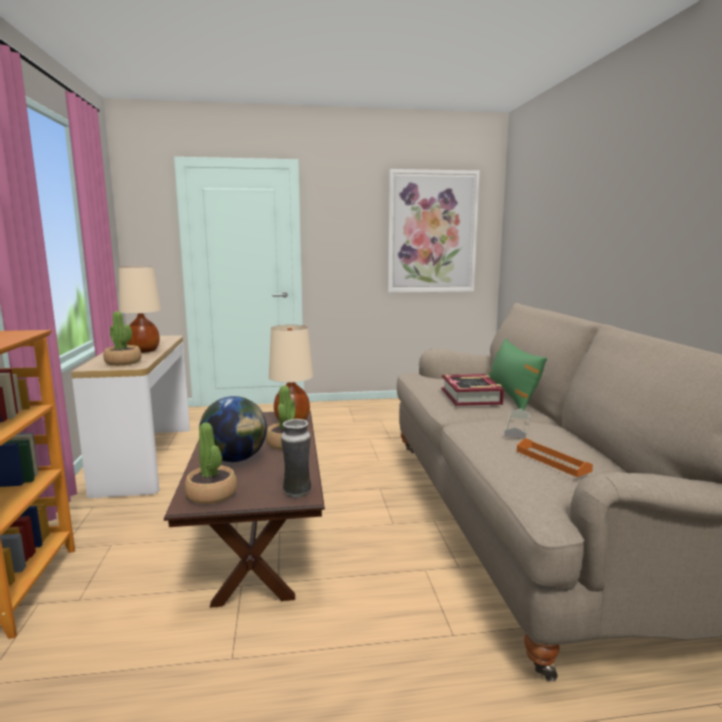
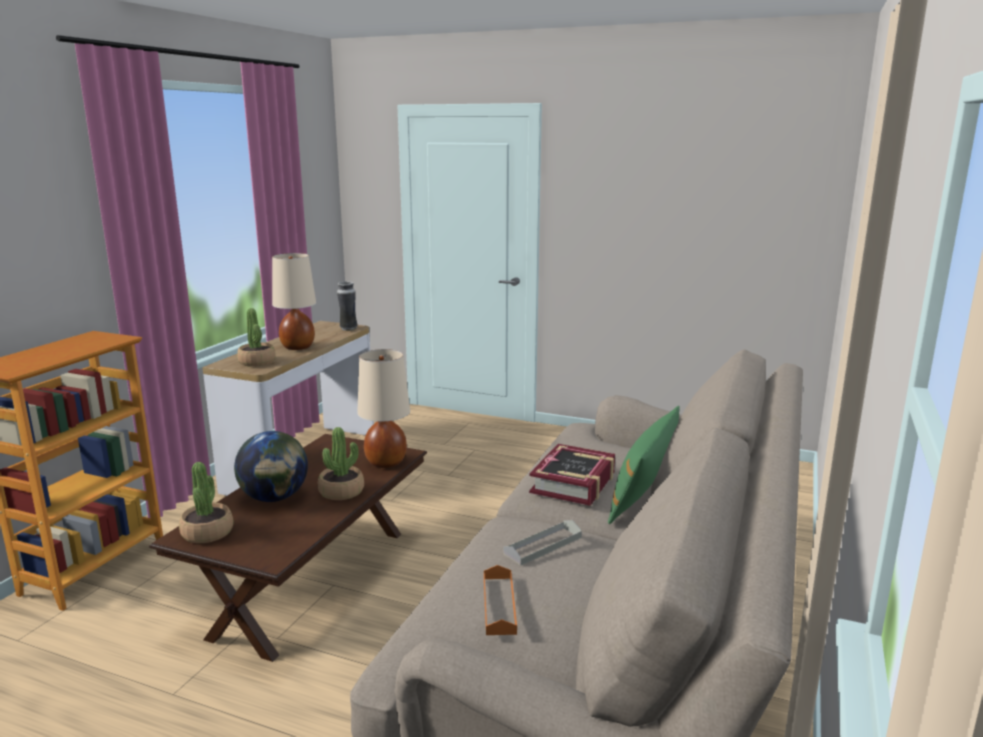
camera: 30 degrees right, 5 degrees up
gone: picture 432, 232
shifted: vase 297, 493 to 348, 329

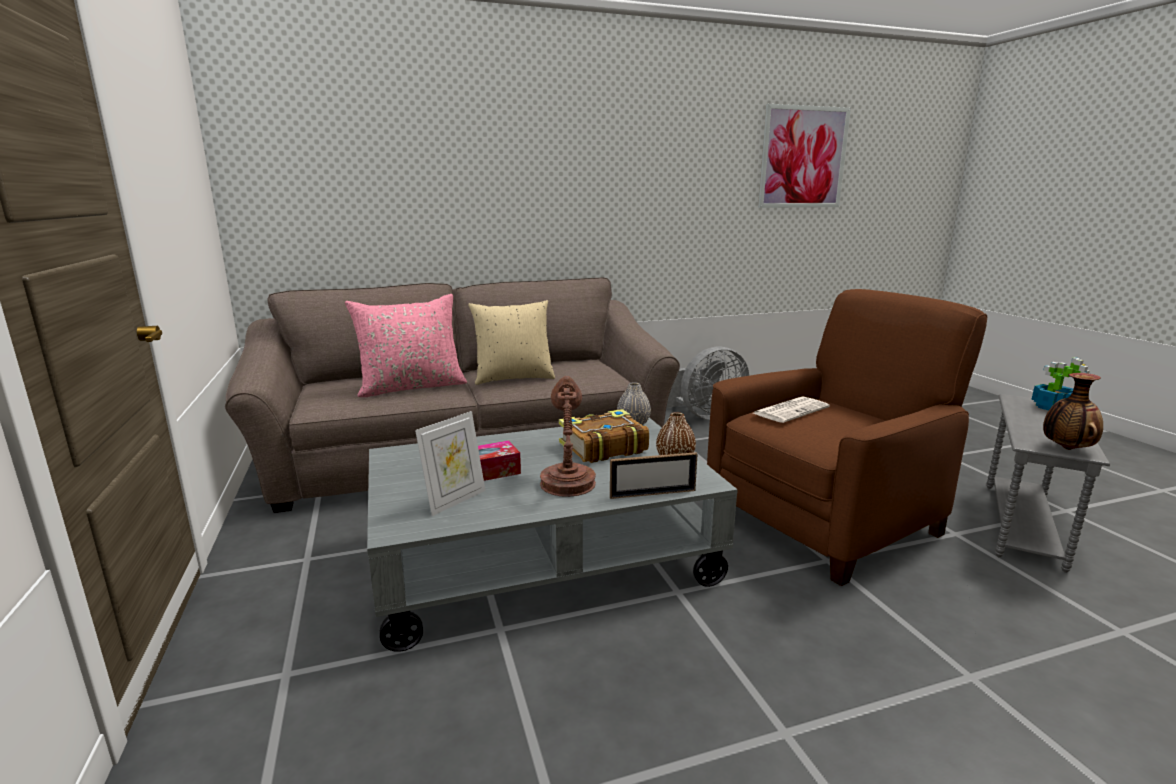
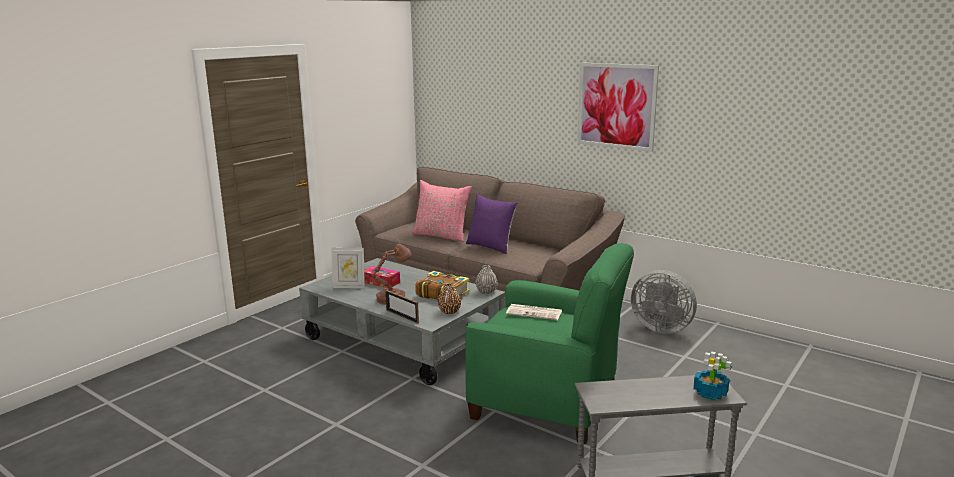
camera: 55 degrees right, 0 degrees up
gone: vase 1066, 449
shifted: picture 803, 157 to 616, 106
repainted: throw pillow (beige-coloured) 513, 378 to throw pillow (purplish) 491, 247; easy chair (brownish) 824, 520 to easy chair (greenish) 547, 401

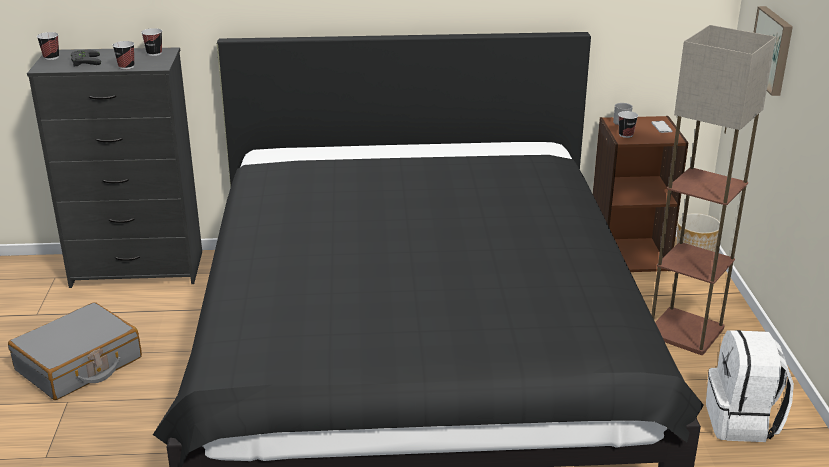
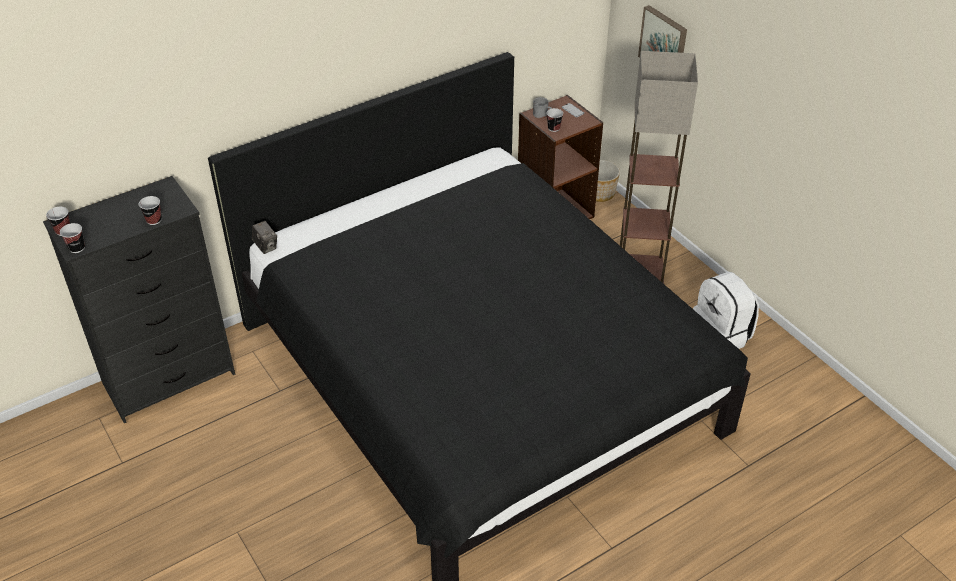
camera: 30 degrees left, 15 degrees up
gone: travel case (greyish) 79, 365; gamepad (black) 83, 61
new: photo camera 266, 246
shifted: cup 154, 53 to 77, 248

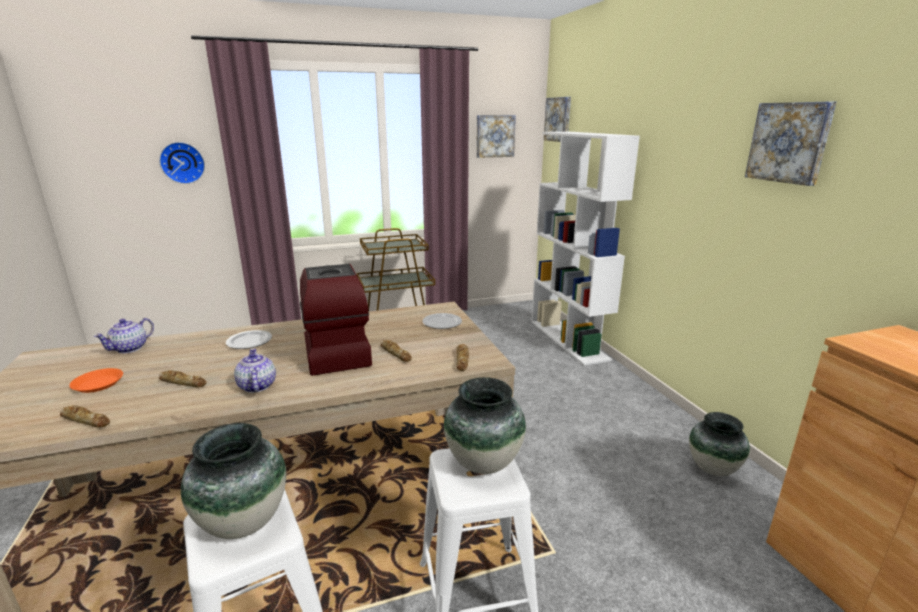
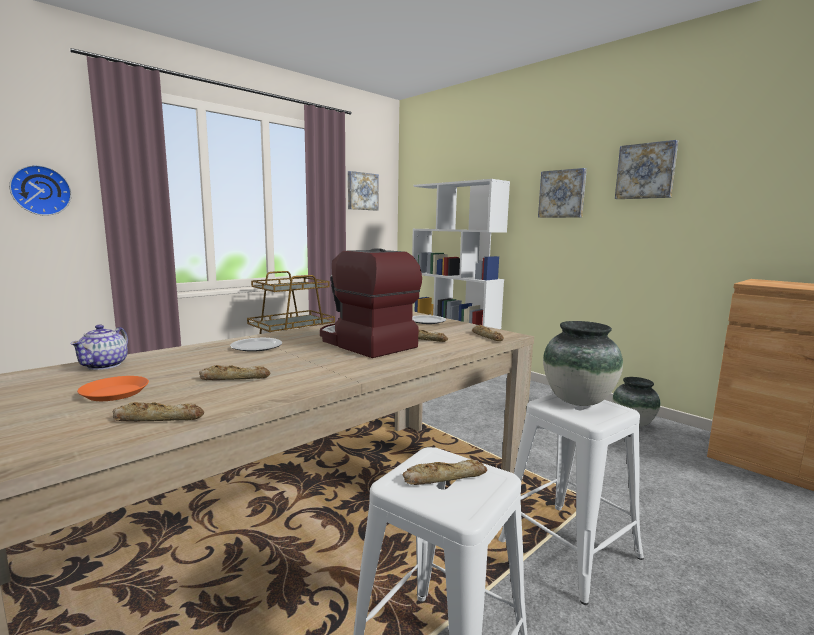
camera: 25 degrees left, 10 degrees down
gone: teapot 256, 386
shifted: picture 558, 119 to 562, 194
swapped: vase 243, 522 to baked bread 444, 477

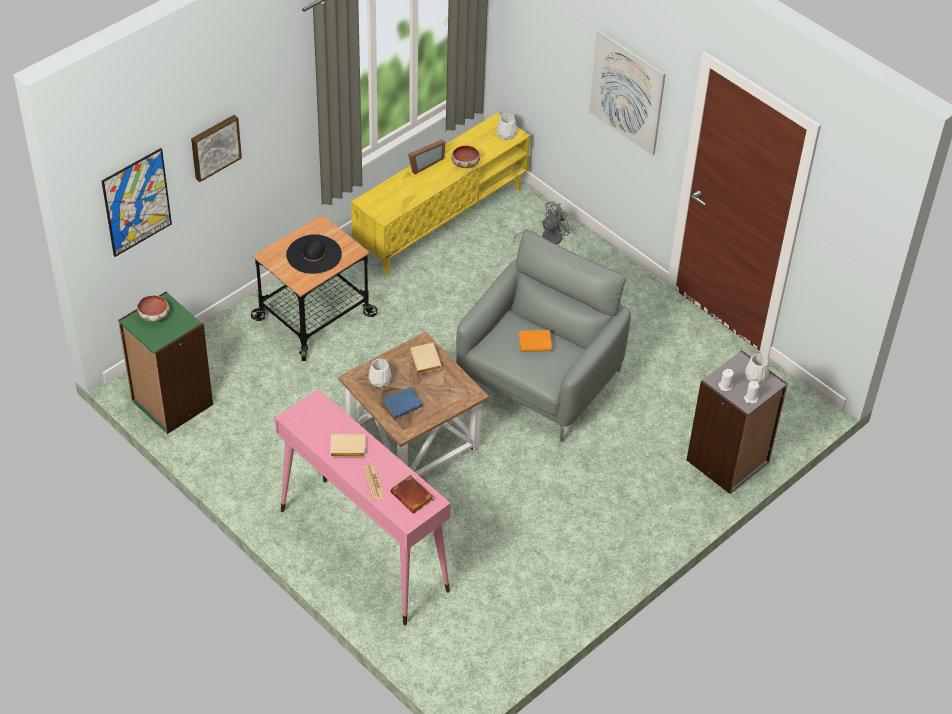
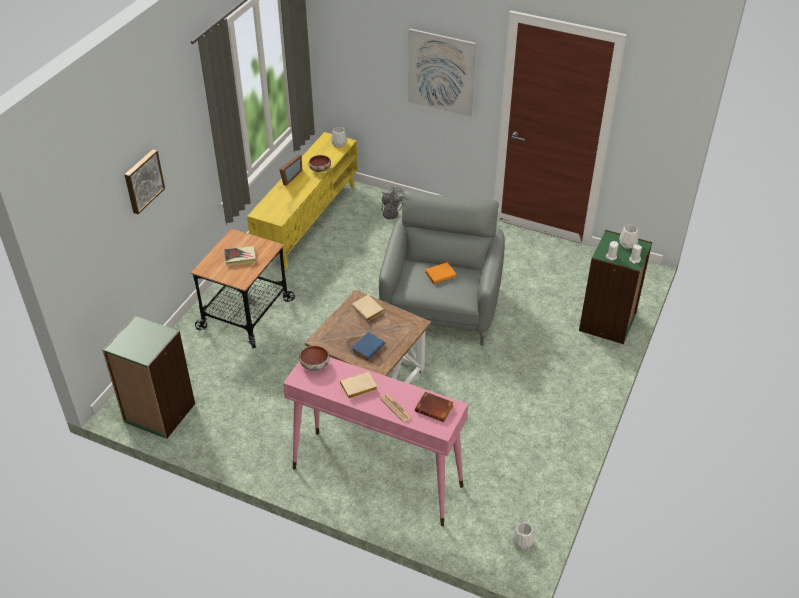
camera: 20 degrees left, 5 degrees down
gone: picture 137, 202
shifted: deep dish 155, 315 to 315, 365; vase (whitish) 379, 380 to 521, 541
swapped: wearable hat (black) 314, 254 to book 240, 258
repainted: shelving unit (greyish) 728, 462 to shelving unit (greenish) 608, 322
rotated: fan (greyish) 546, 237 = 390, 212 105 degrees clockwise

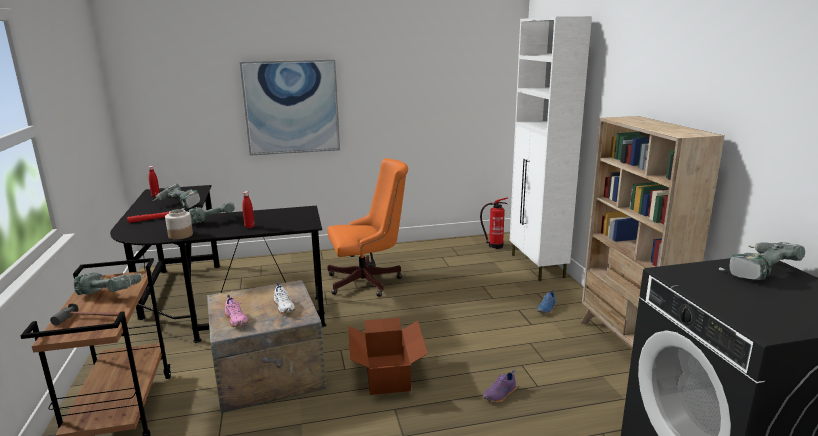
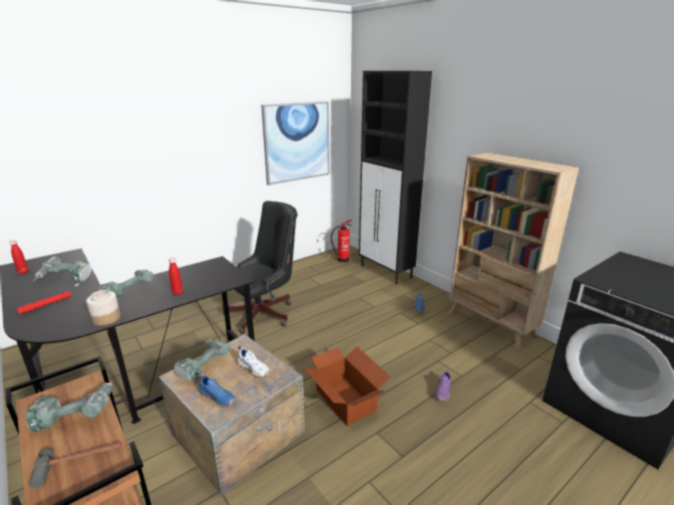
camera: 25 degrees left, 5 degrees up
shifted: picture 292, 107 to 297, 142; electric drill 756, 271 to 202, 366
repainted: item of footwear (pinkish) 237, 320 to item of footwear (bluish) 217, 397; desk chair (orange-coloured) 369, 281 to desk chair (black) 264, 313; storage cabinet (whitish) 537, 266 to storage cabinet (black) 386, 272

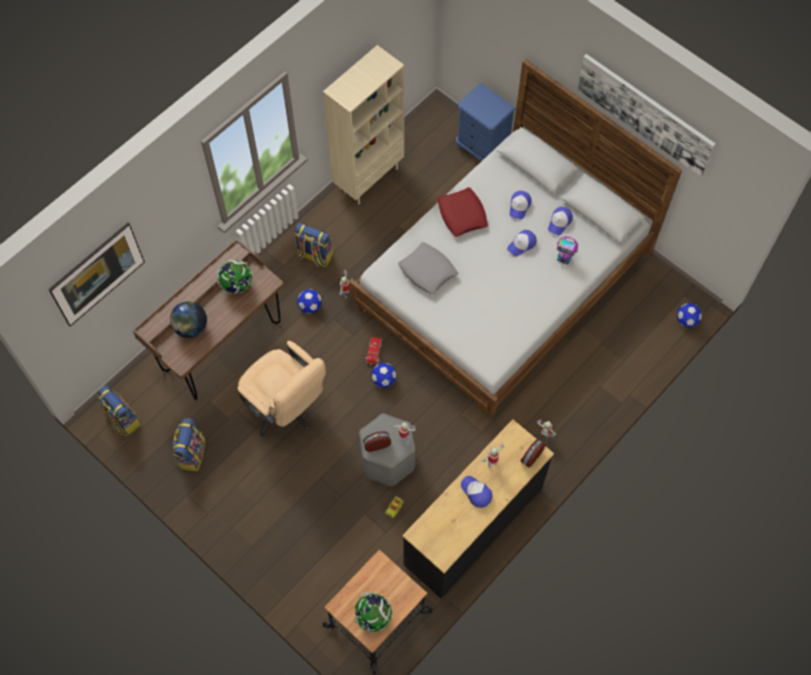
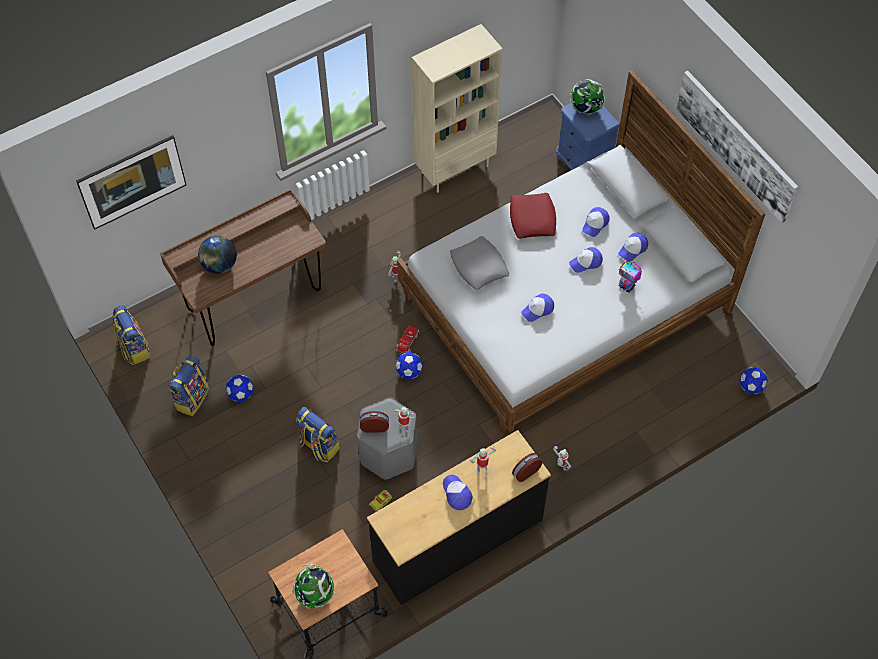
camera: 15 degrees right, 5 degrees down
gone: desk chair (beige-coloured) 286, 409
new: peaked cap 538, 309
shifted: world globe 236, 285 to 585, 108; backpack 314, 255 to 318, 446; ball for football 310, 306 to 241, 394

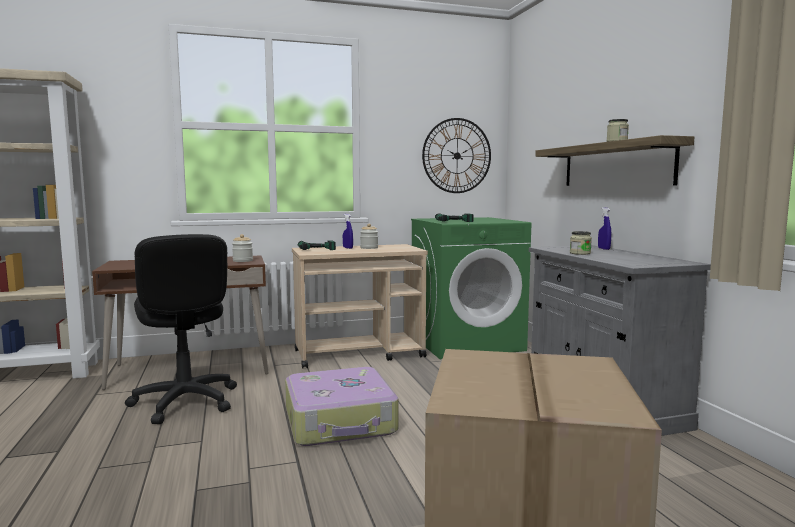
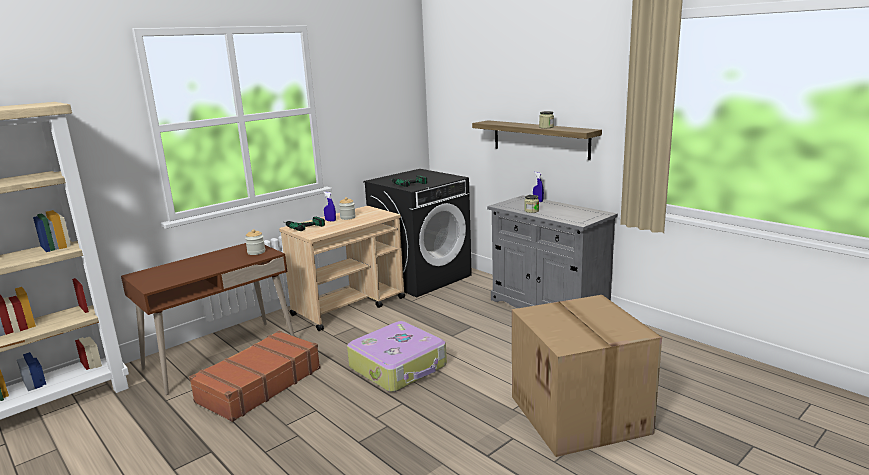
camera: 25 degrees left, 10 degrees up
gone: clock on the wall 457, 156
swapped: desk chair (black) 185, 402 to travel case (brownish) 259, 385
repainted: laundry appliance (greenish) 466, 343 to laundry appliance (black) 422, 277

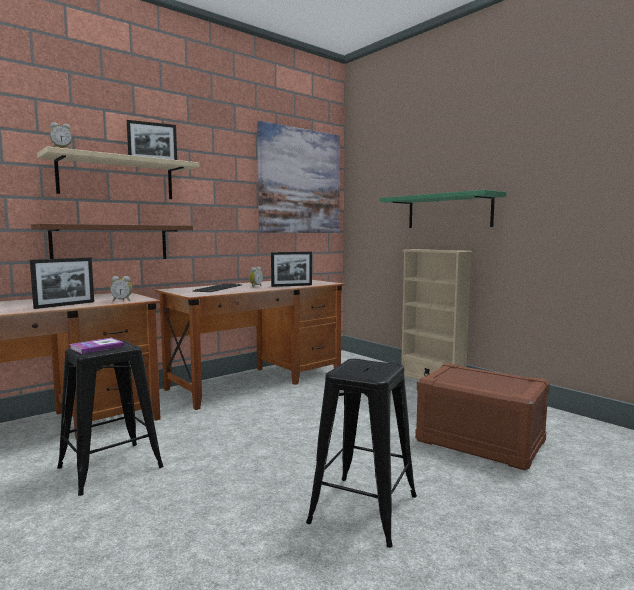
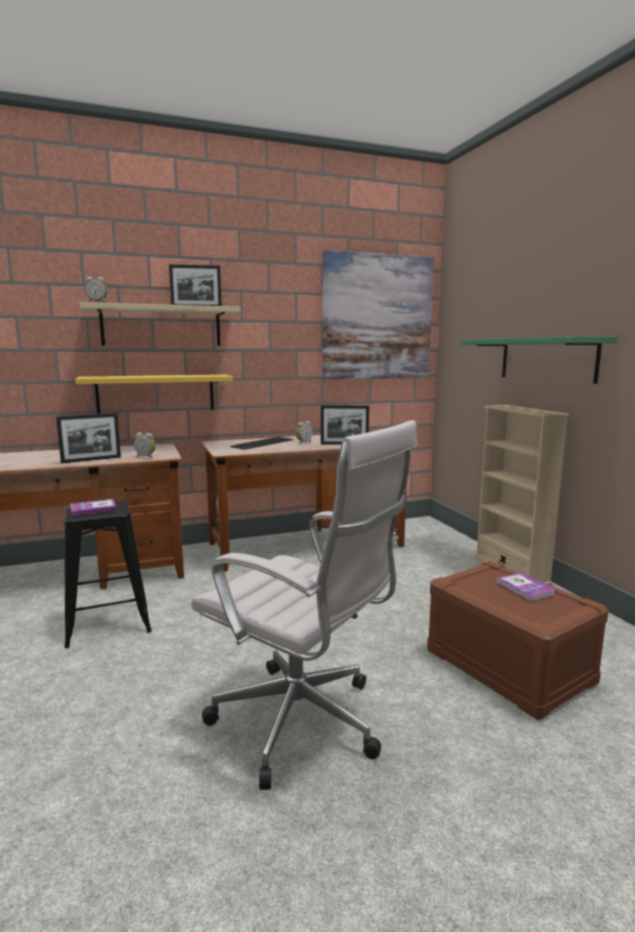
camera: 20 degrees right, 5 degrees up
new: book 525, 588
swapped: sitting stool (black) 364, 509 to desk chair (whitish) 304, 724
repainted: wall shelf (brownish) 111, 243 to wall shelf (yellow-coloured) 156, 393

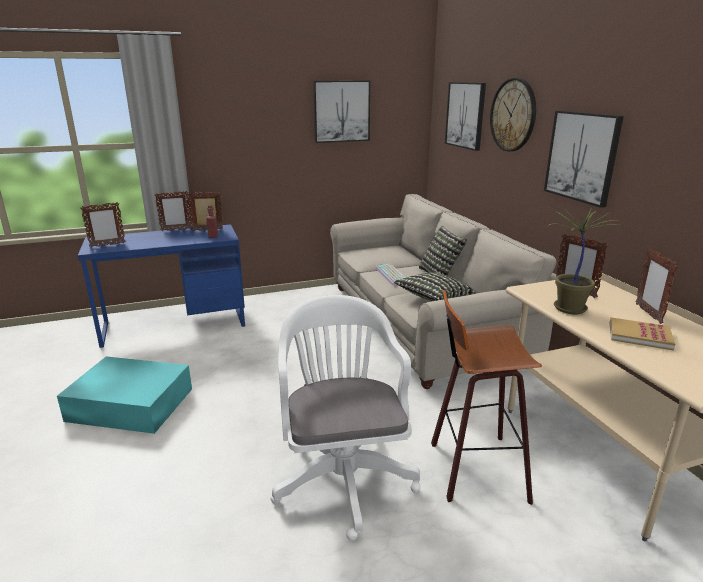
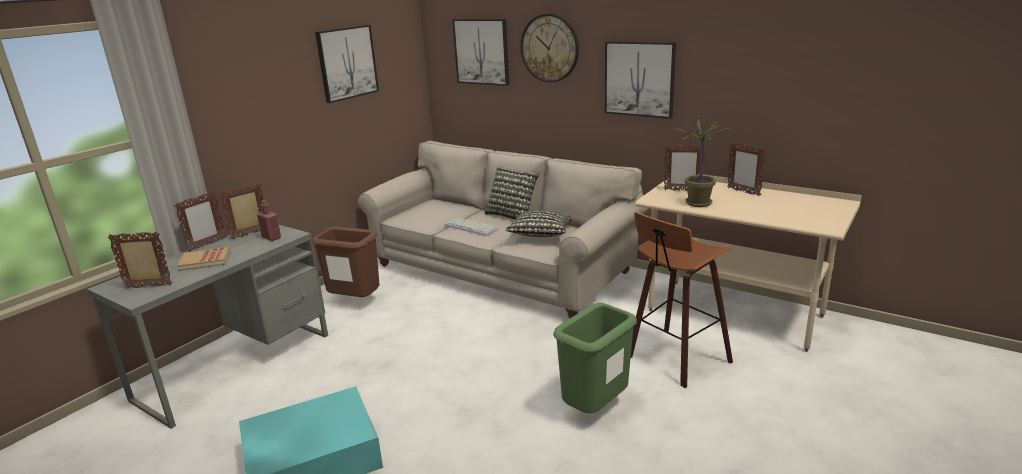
camera: 35 degrees left, 0 degrees up
new: trash can (brownish) 354, 302
shifted: book 639, 336 to 205, 261
swapped: desk chair (whitish) 342, 474 to trash can (greenish) 594, 409
repainted: desk unit (bluish) 174, 324 to desk unit (greyish) 236, 366
rotated: photo frame 107, 245 = 149, 287 120 degrees counterclockwise

